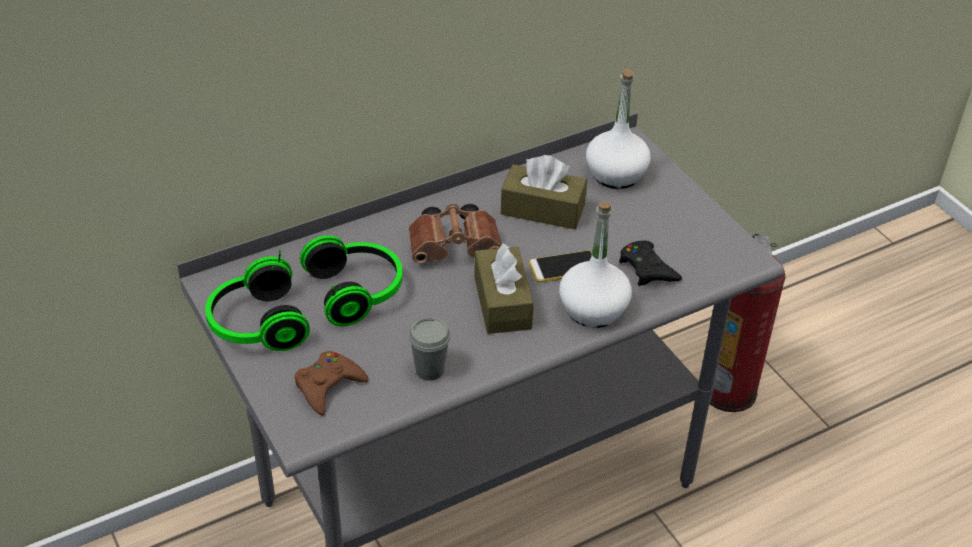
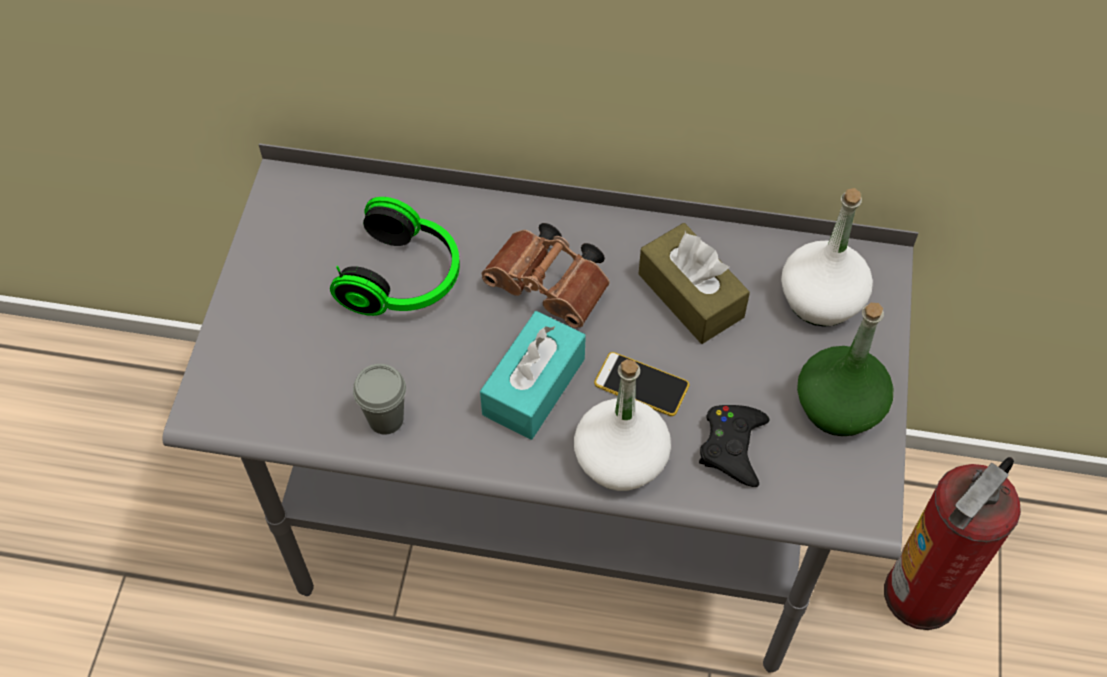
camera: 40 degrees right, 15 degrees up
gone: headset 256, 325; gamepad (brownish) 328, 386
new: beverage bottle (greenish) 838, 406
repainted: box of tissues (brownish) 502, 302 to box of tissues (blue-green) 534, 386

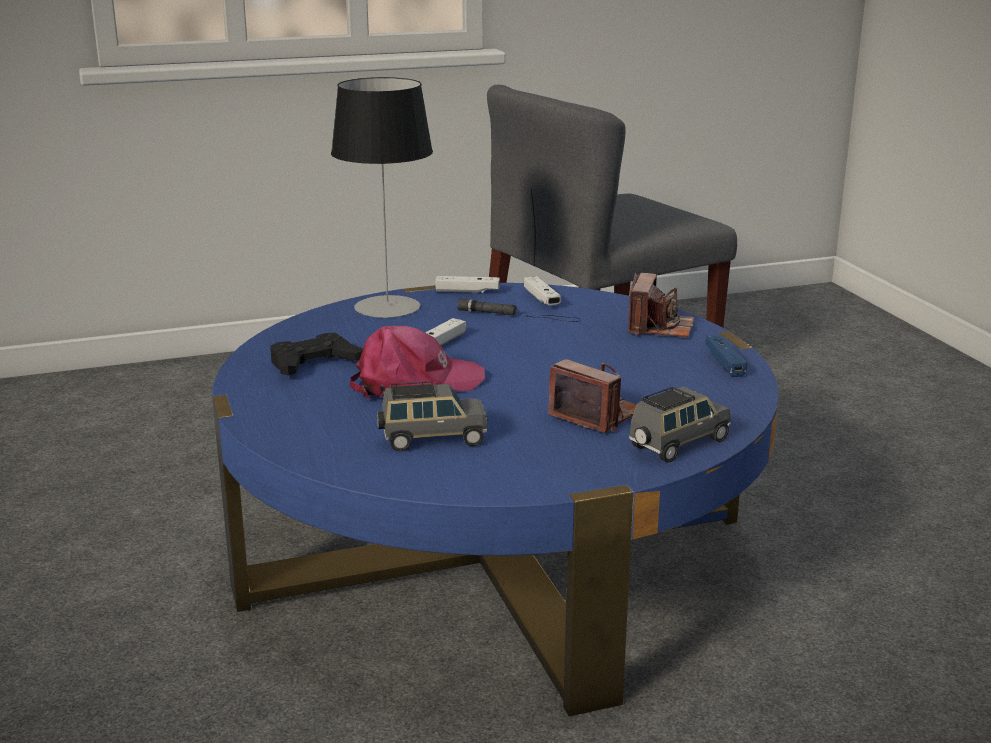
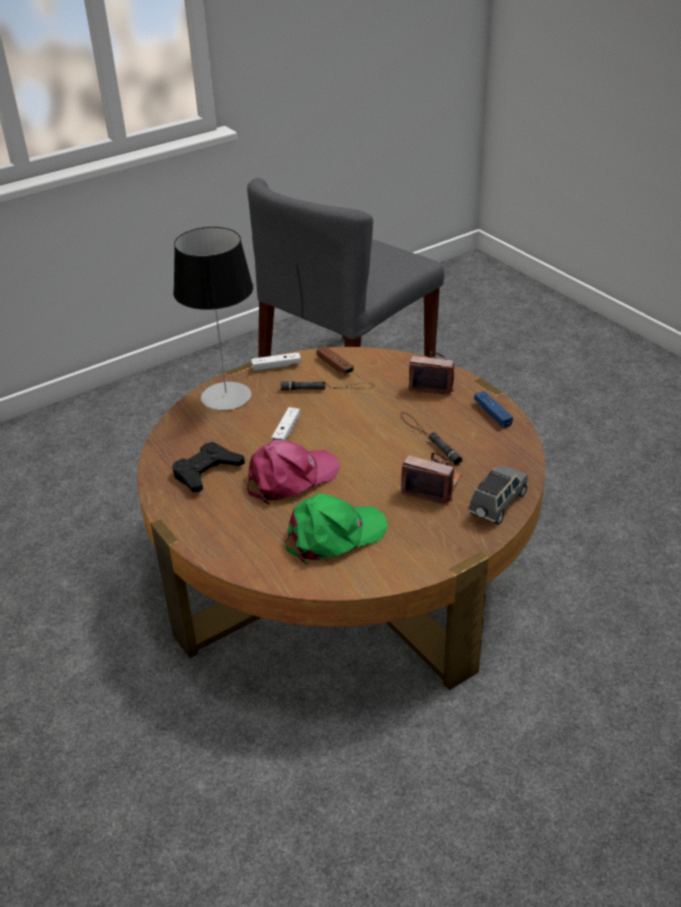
camera: 15 degrees left, 15 degrees up
new: flashlight (black) 429, 438
swapped: model car (greyish) 432, 439 to peaked cap (greenish) 333, 535
repainted: low table (bluish) 495, 552 to low table (brownish) 344, 563; gamepad (whitish) 541, 299 to gamepad (brownish) 335, 366
rotated: photo camera 659, 327 = 432, 383 75 degrees counterclockwise

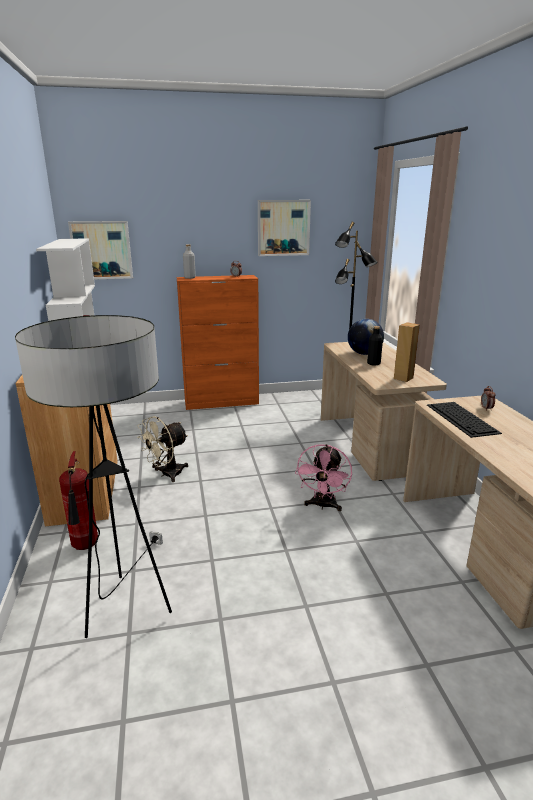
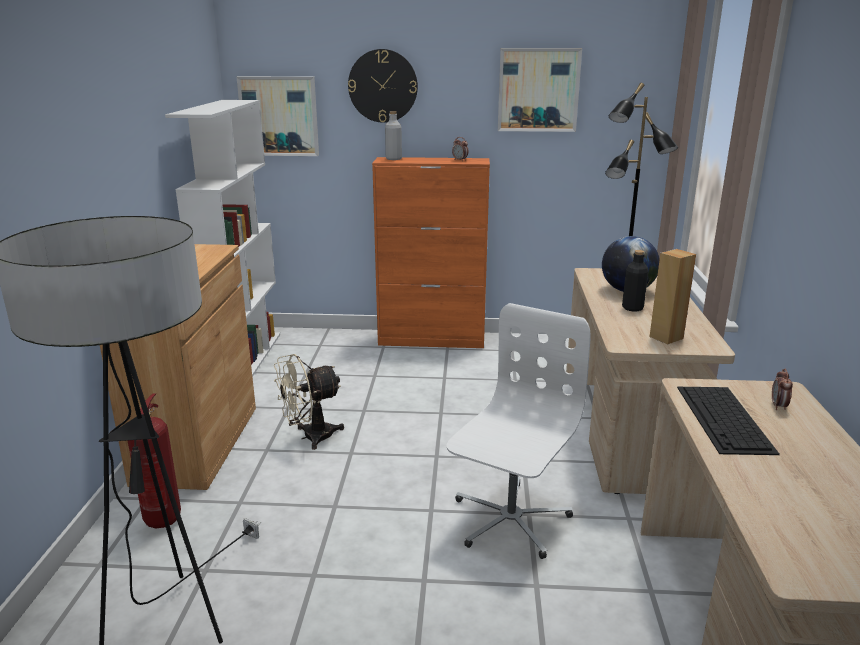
camera: 15 degrees right, 0 degrees up
new: clock on the wall 383, 86
swapped: fan (pinkish) 323, 506 to desk chair (whitish) 509, 520

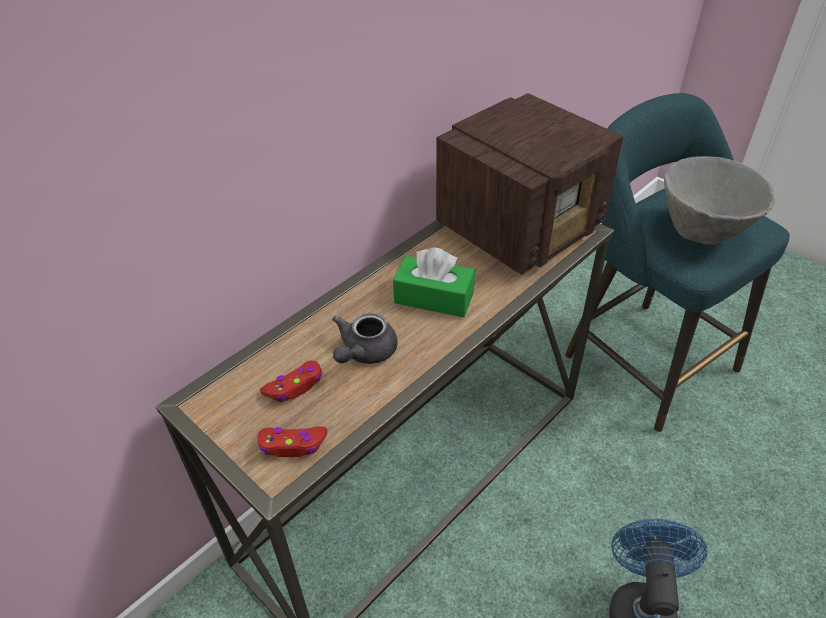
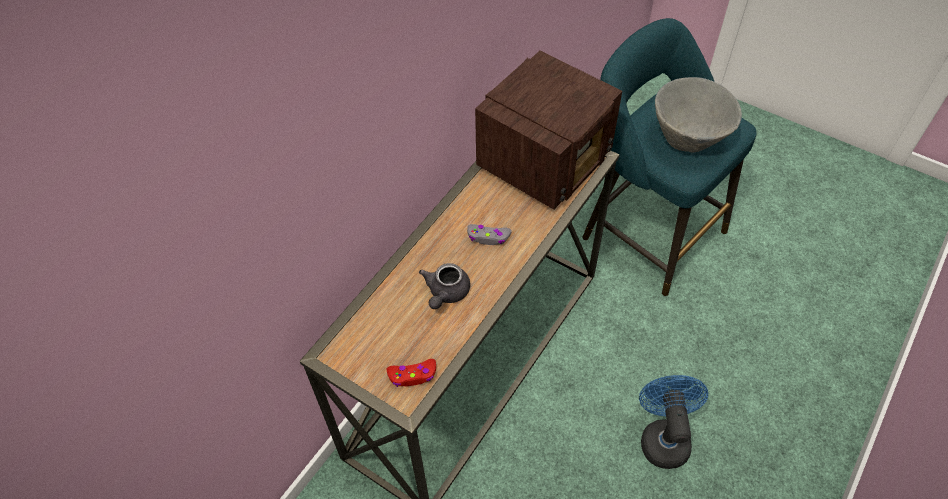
camera: 10 degrees left, 10 degrees up
gone: gamepad (red) 295, 386
swapped: box of tissues (greenish) 434, 298 to gamepad (greyish) 488, 237

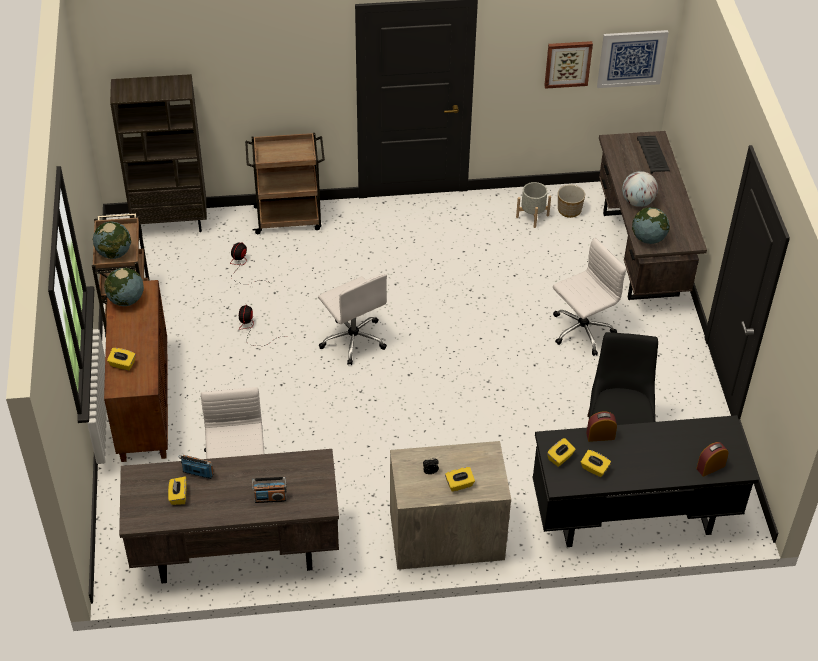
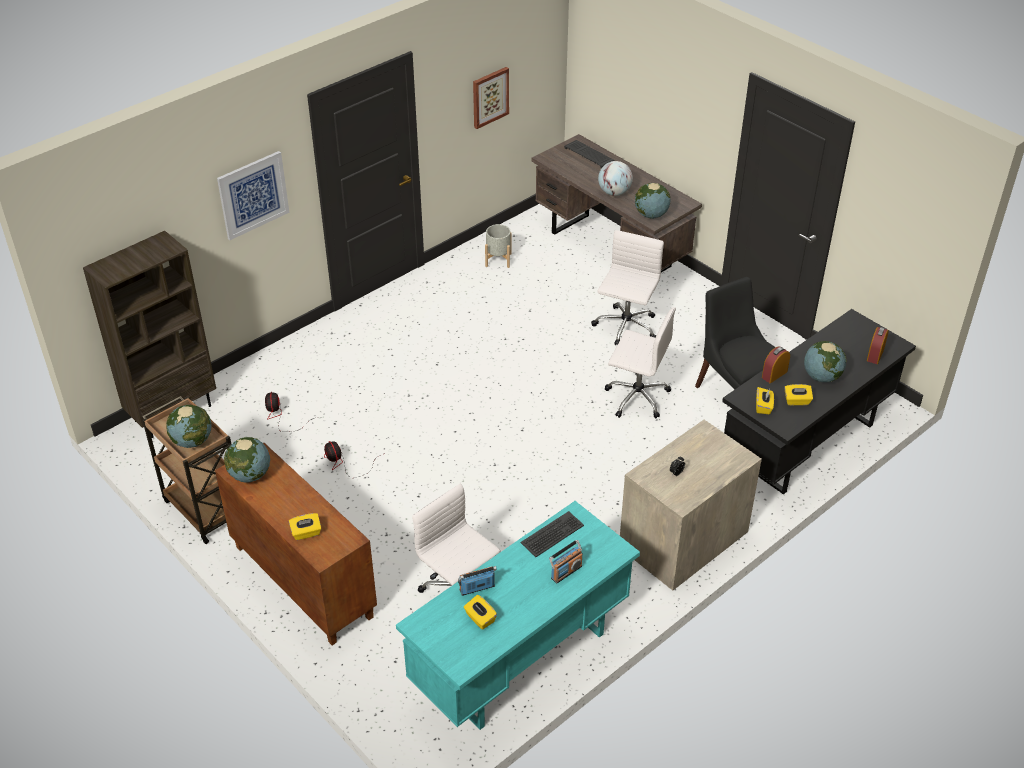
camera: 35 degrees left, 5 degrees down
gone: wheeled cart (brownish) 289, 218; box of tissues (yellow-coloured) 459, 484; plant pot 569, 210
new: PC keyboard 552, 534; world globe 821, 377
shifted: desk chair (whitish) 353, 339 to 636, 397; picture 631, 58 to 253, 195
repainted: desk unit (brownish) 235, 552 to desk unit (blue-green) 520, 660

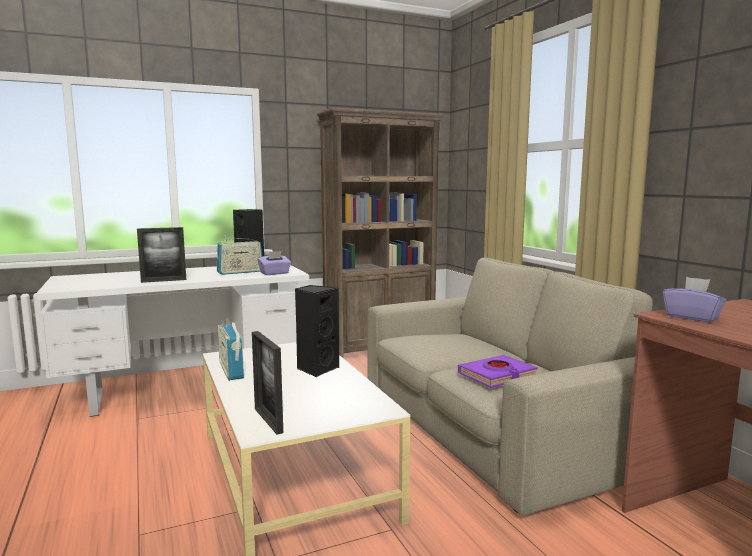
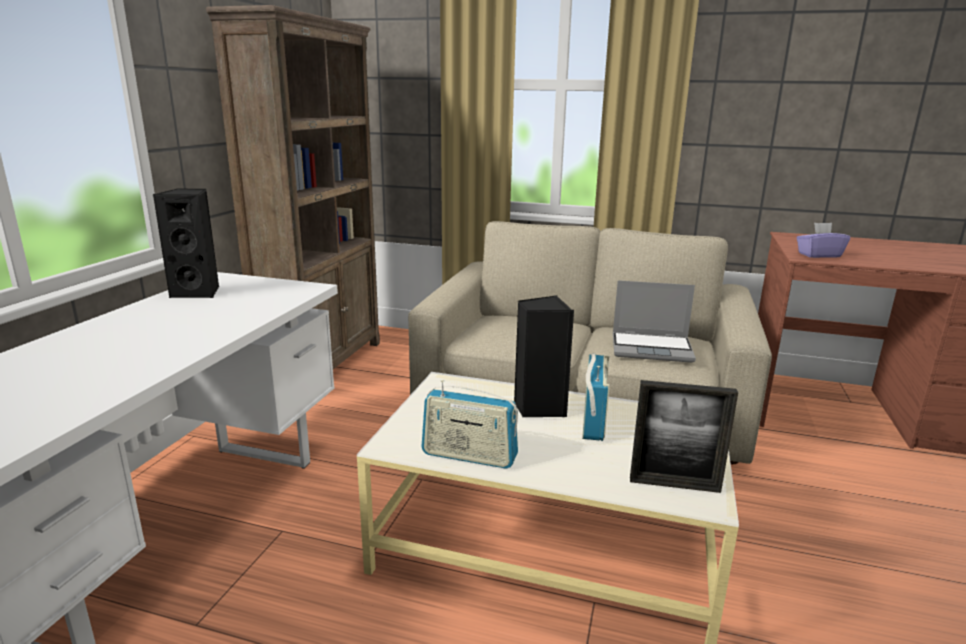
camera: 50 degrees left, 10 degrees up
gone: photo frame 164, 280; box of tissues (purplish) 275, 273
shifted: radio receiver 240, 272 to 593, 421
swapped: book (purplish) 497, 376 to notebook computer 652, 348

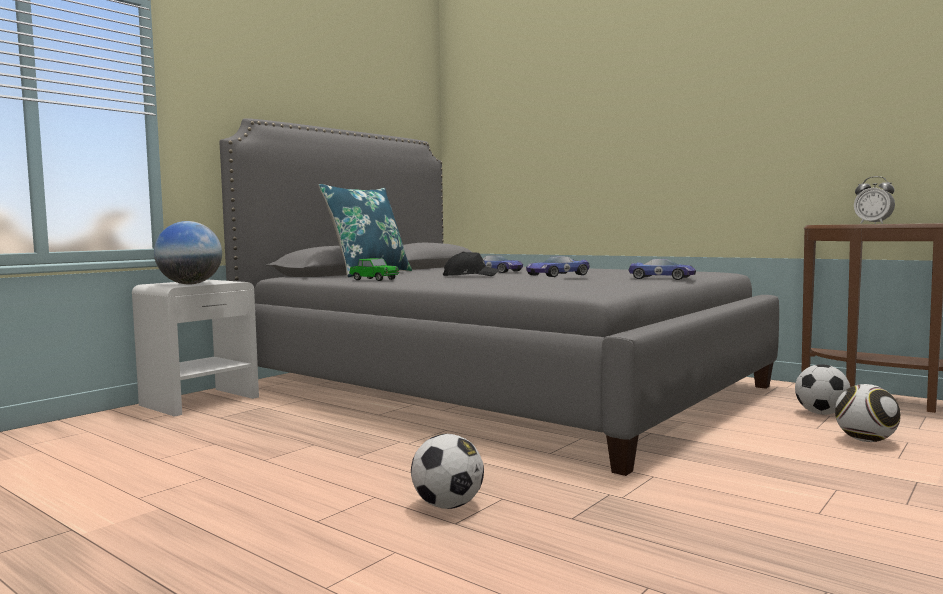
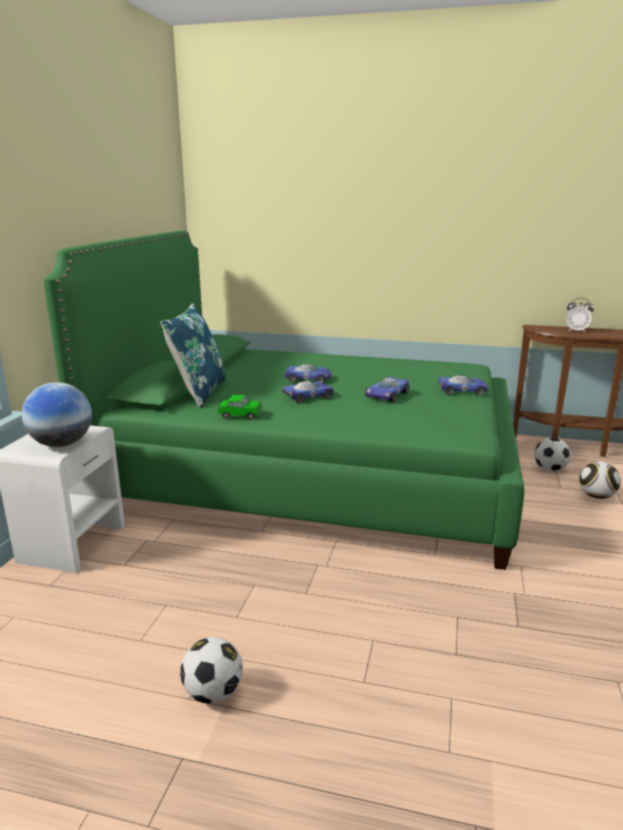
camera: 25 degrees left, 15 degrees up
shifted: ball for football 448, 505 to 213, 693
swapped: peaked cap (black) 469, 275 to model car 309, 396
repainted: bedroom bed (greyish) 495, 387 to bedroom bed (greenish) 313, 473

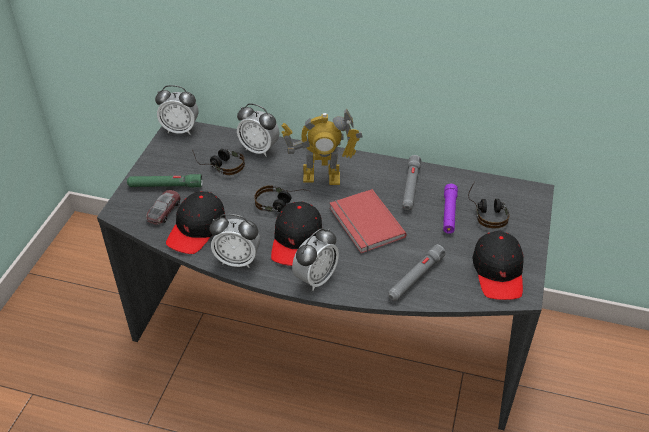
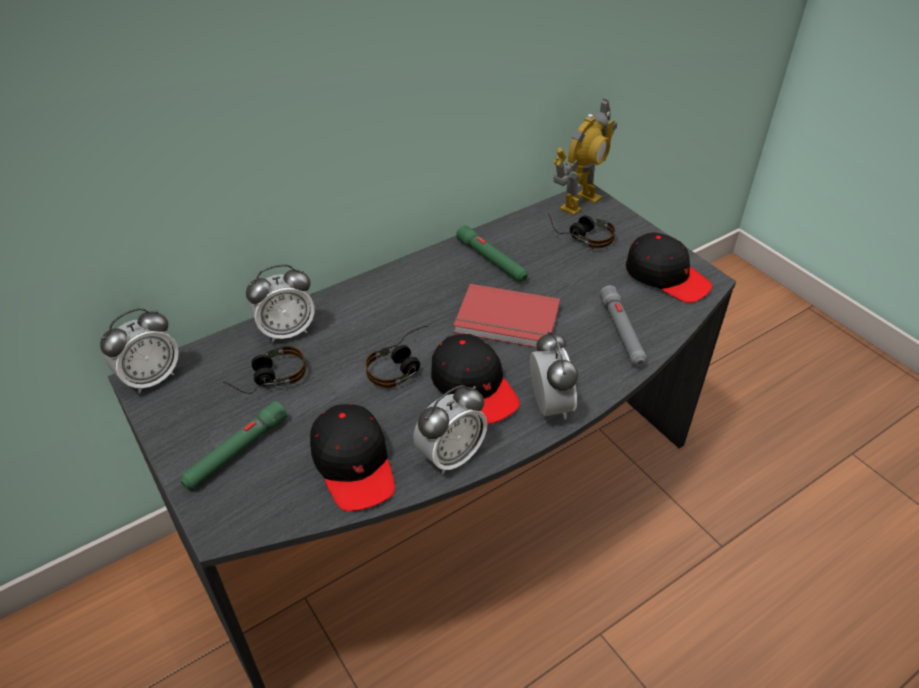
camera: 50 degrees left, 0 degrees up
gone: model car 164, 210; flashlight (purplish) 449, 213
shifted: model robot 321, 178 to 579, 202
repainted: flashlight (greyish) 410, 187 to flashlight (greenish) 492, 260

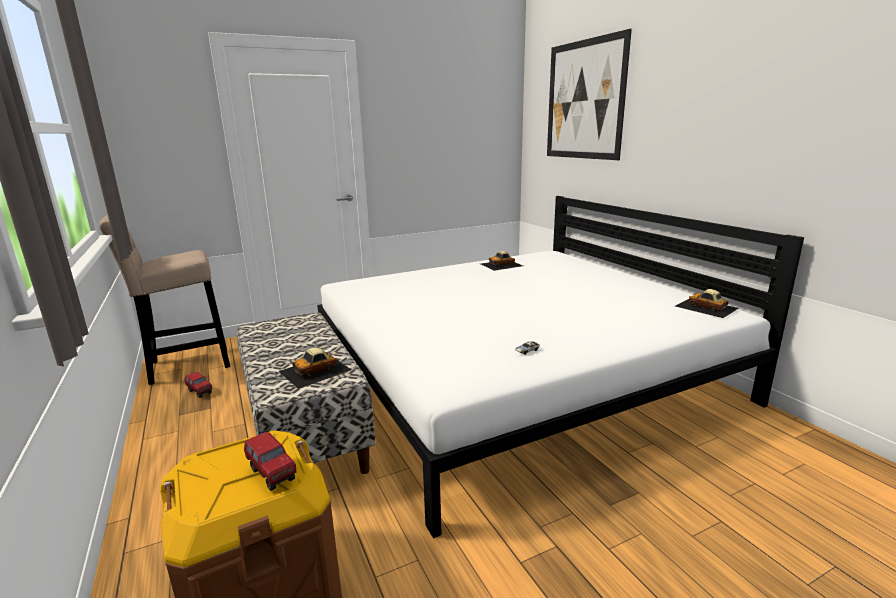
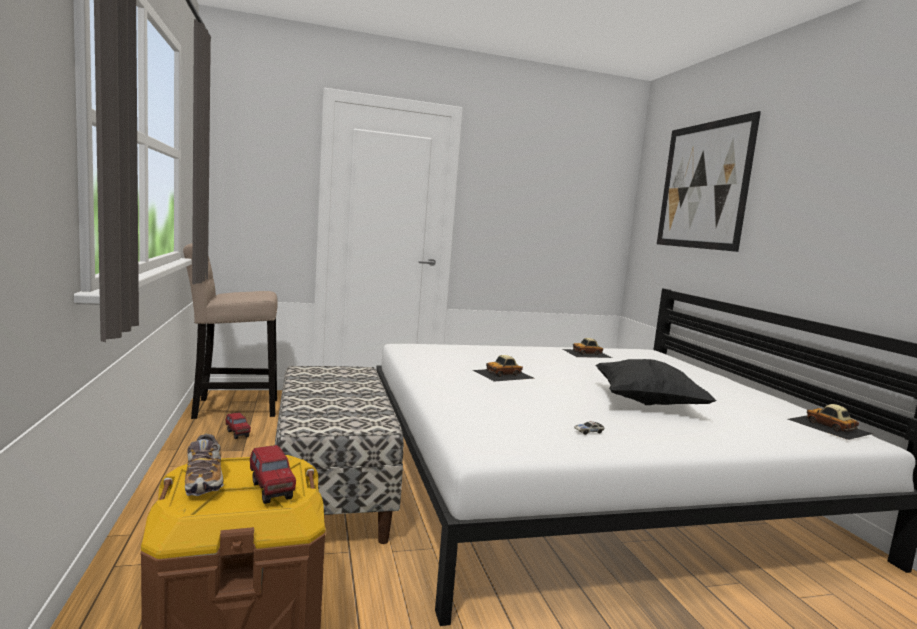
camera: 10 degrees right, 10 degrees down
new: item of footwear 204, 481; throw pillow (black) 647, 403
shifted: model car 315, 370 to 503, 374

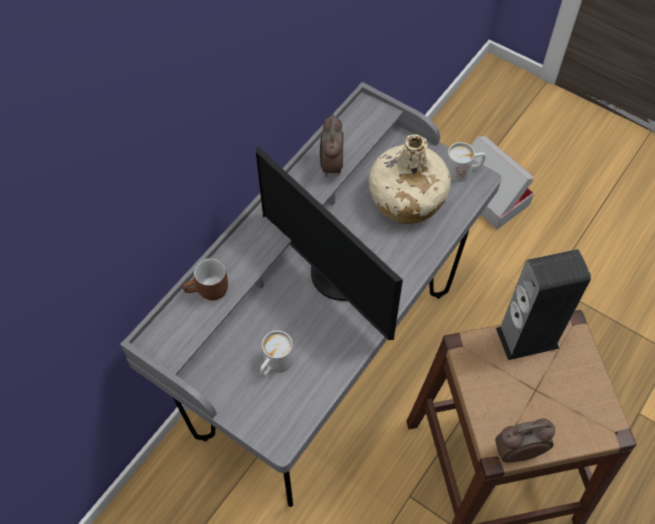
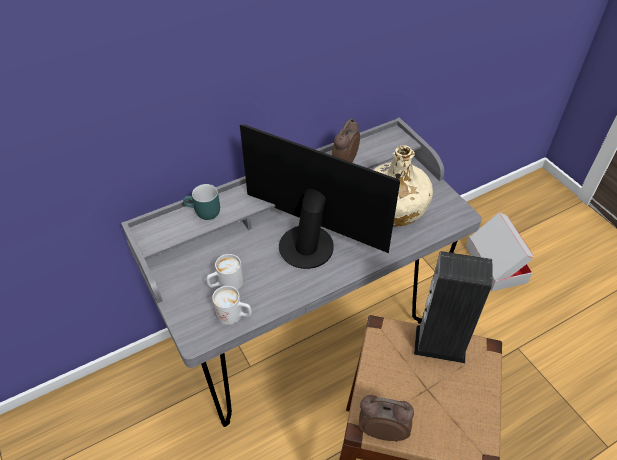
camera: 25 degrees right, 10 degrees down
shifted: mug (whitish) 463, 171 to 234, 315
repainted: mug (brownish) 209, 292 to mug (blue-green) 204, 213
rotated: computer screen 337, 277 = 309, 242 135 degrees clockwise

